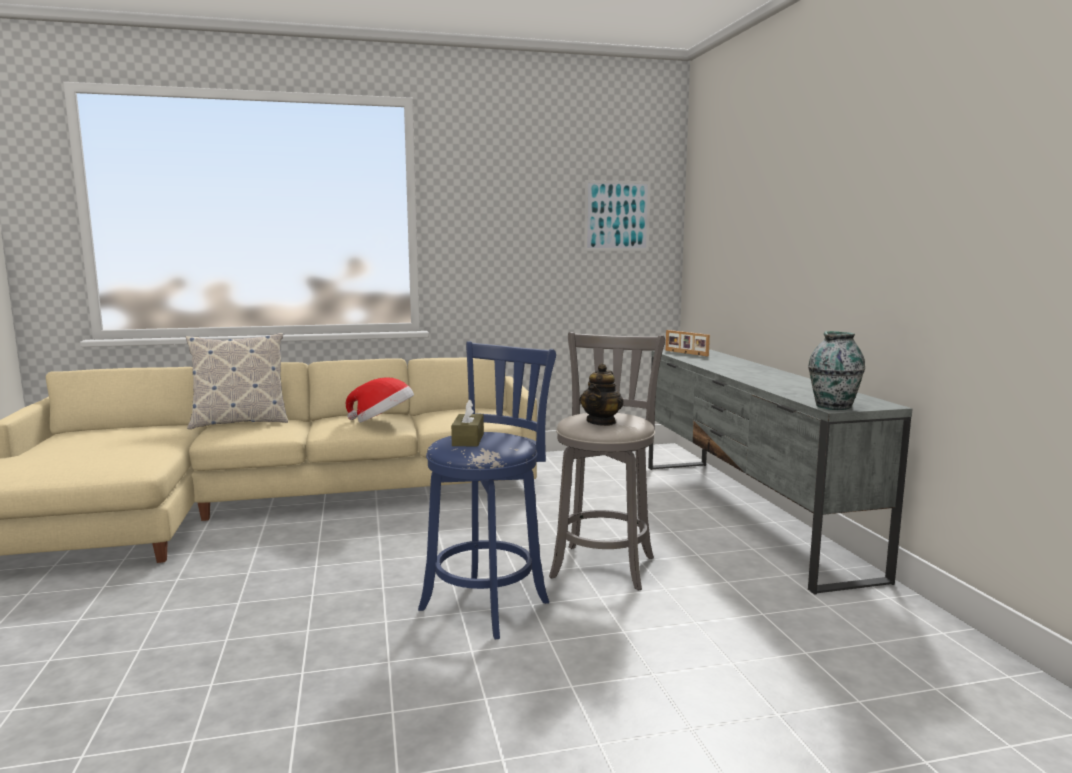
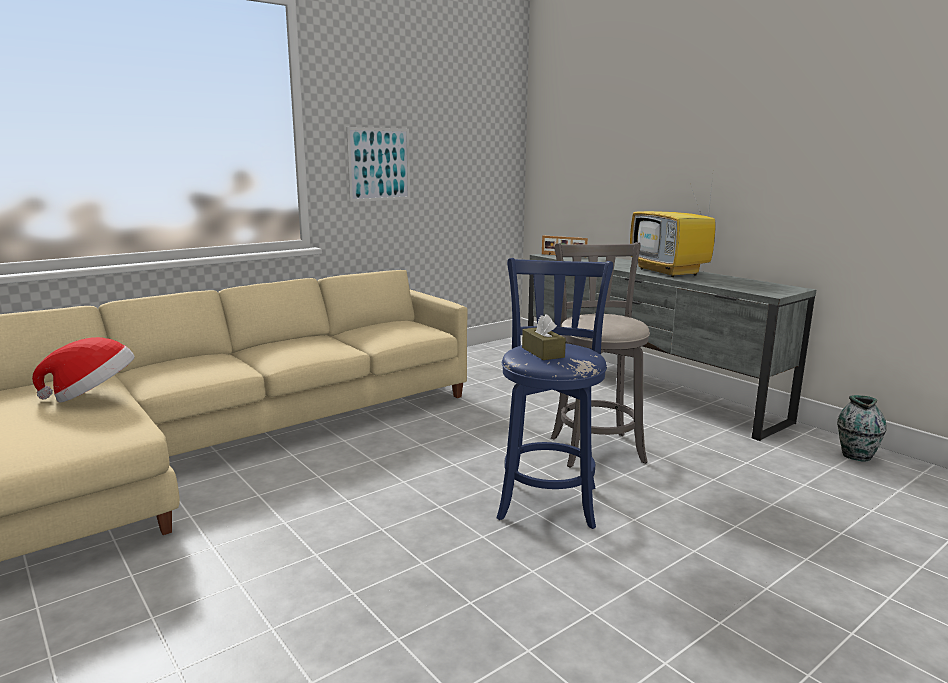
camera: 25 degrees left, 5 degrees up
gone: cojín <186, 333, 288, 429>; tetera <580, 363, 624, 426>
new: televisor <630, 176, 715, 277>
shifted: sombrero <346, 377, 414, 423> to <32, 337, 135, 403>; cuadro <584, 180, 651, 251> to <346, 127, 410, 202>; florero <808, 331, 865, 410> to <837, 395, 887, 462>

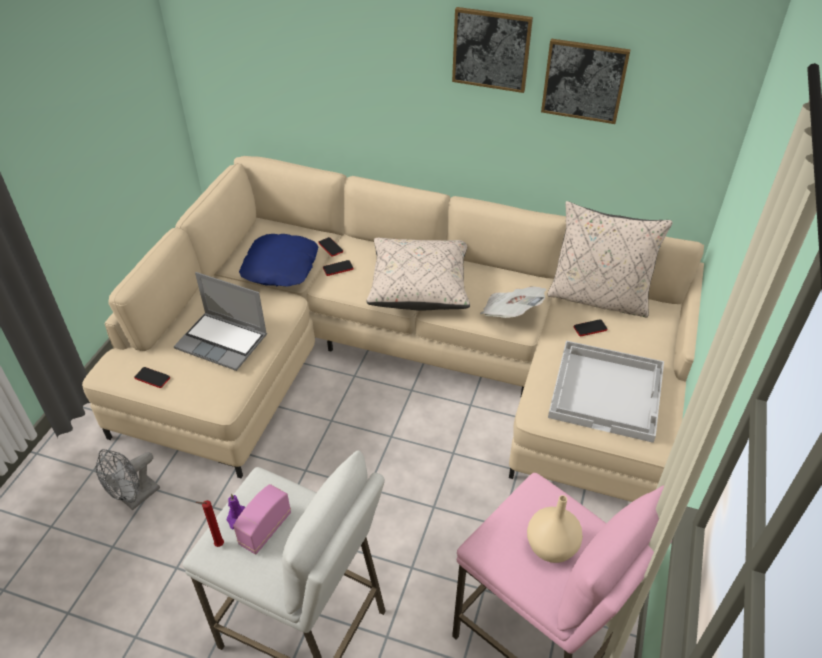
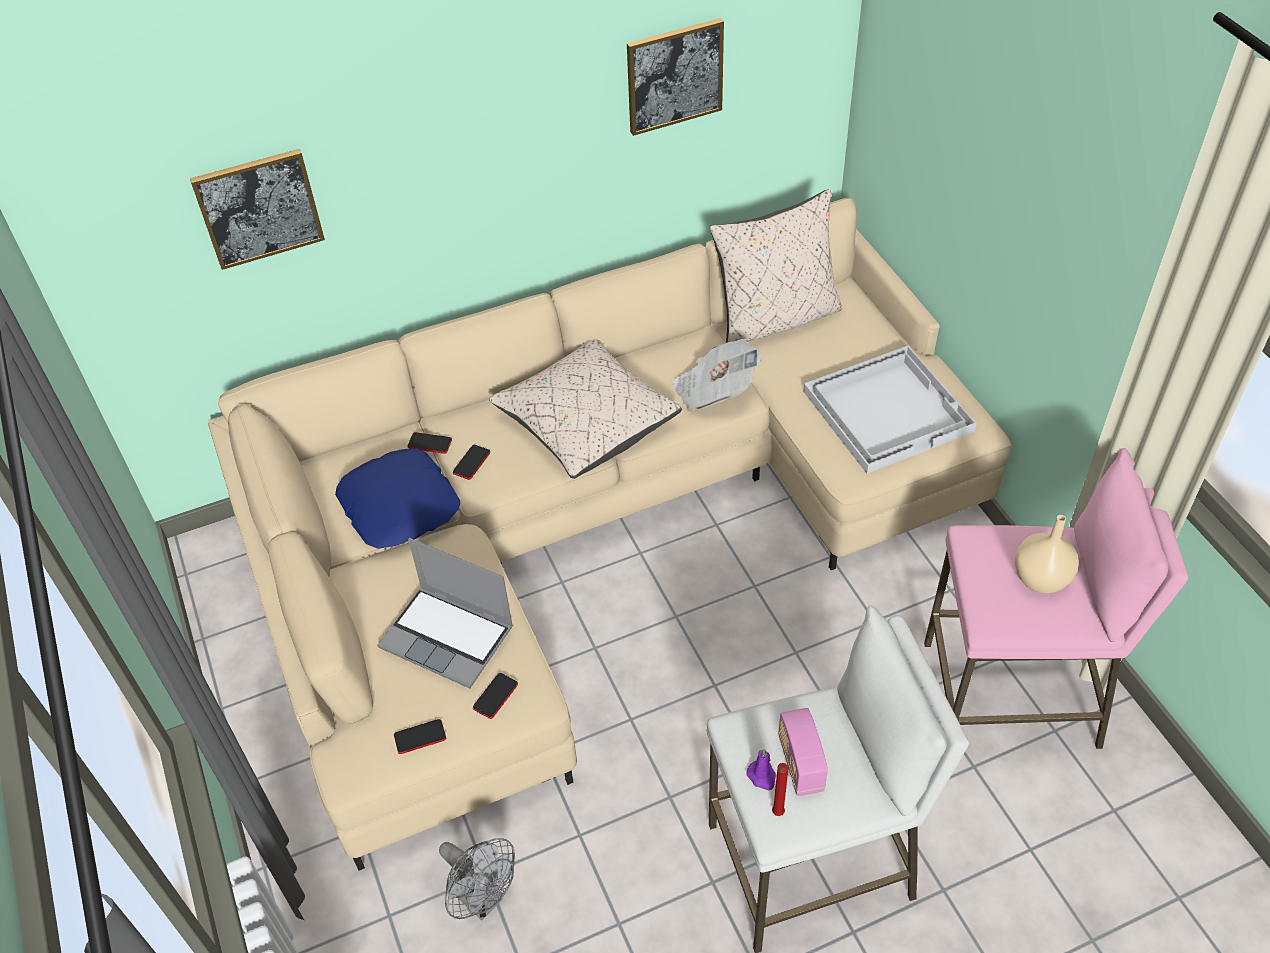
camera: 40 degrees left, 5 degrees up
shifted: cuadro <452, 7, 533, 93> to <190, 149, 325, 270>; móvil <574, 319, 608, 336> to <473, 673, 518, 719>
rotated: ventilador (gris) <96, 449, 160, 510> = <439, 838, 515, 921> 45 degrees counterclockwise; portátil <174, 272, 267, 371> = <377, 538, 513, 689> 45 degrees clockwise

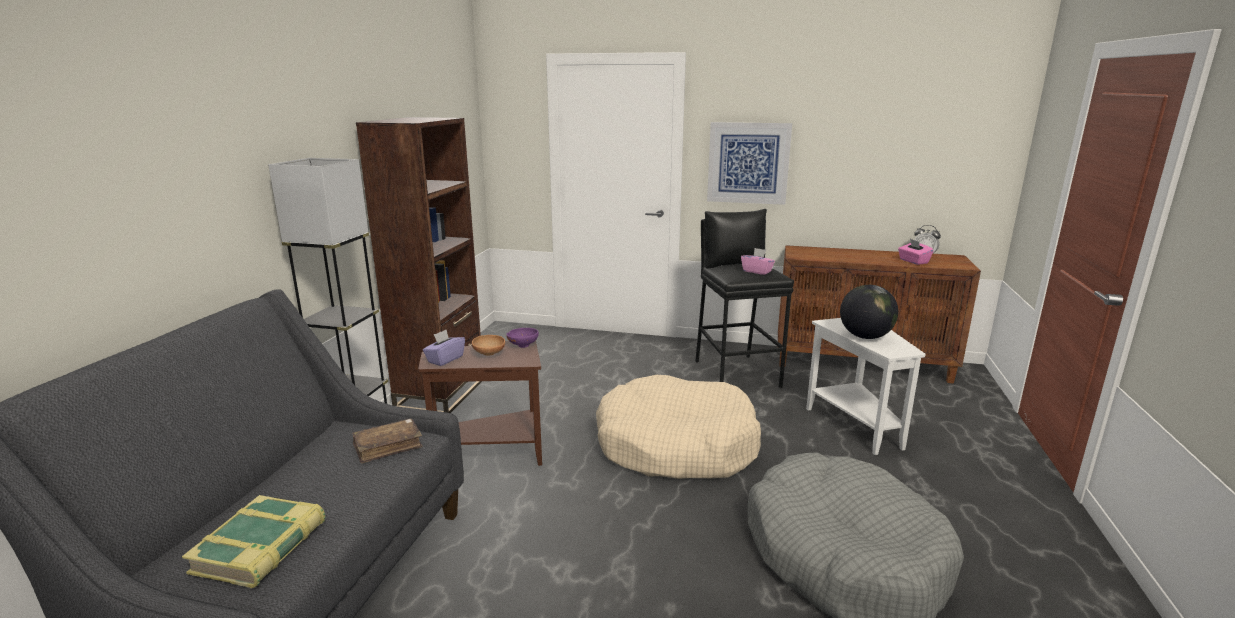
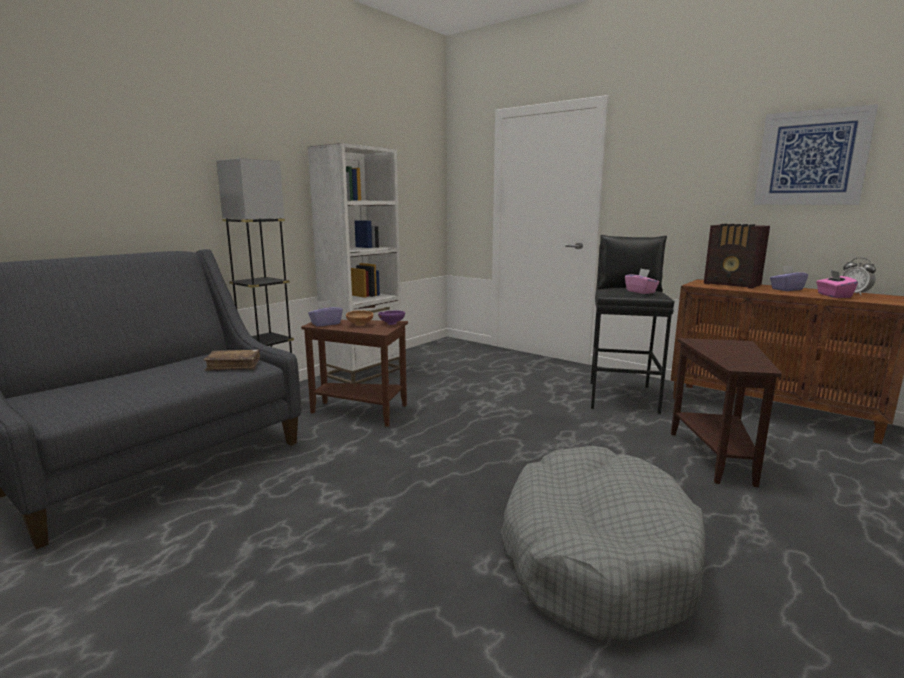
camera: 25 degrees right, 5 degrees down
gone: libro <182, 495, 326, 588>; cama para perro (beis) <596, 375, 761, 479>; globo terráqueo <840, 285, 898, 339>
new: radio <704, 224, 770, 289>; caja de pañuelos (morado) <770, 266, 808, 291>
shifted: cuadro <707, 122, 792, 205> to <754, 104, 878, 205>
repainted: estantería (marrón) <356, 117, 482, 413> to estantería (blanco) <308, 143, 401, 384>; mesa auxiliar (blanco) <806, 318, 925, 455> to mesa auxiliar (marrón) <671, 338, 782, 487>

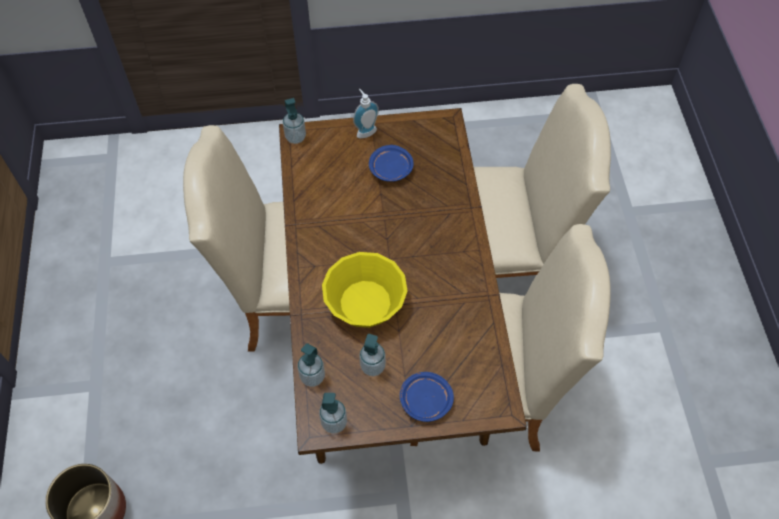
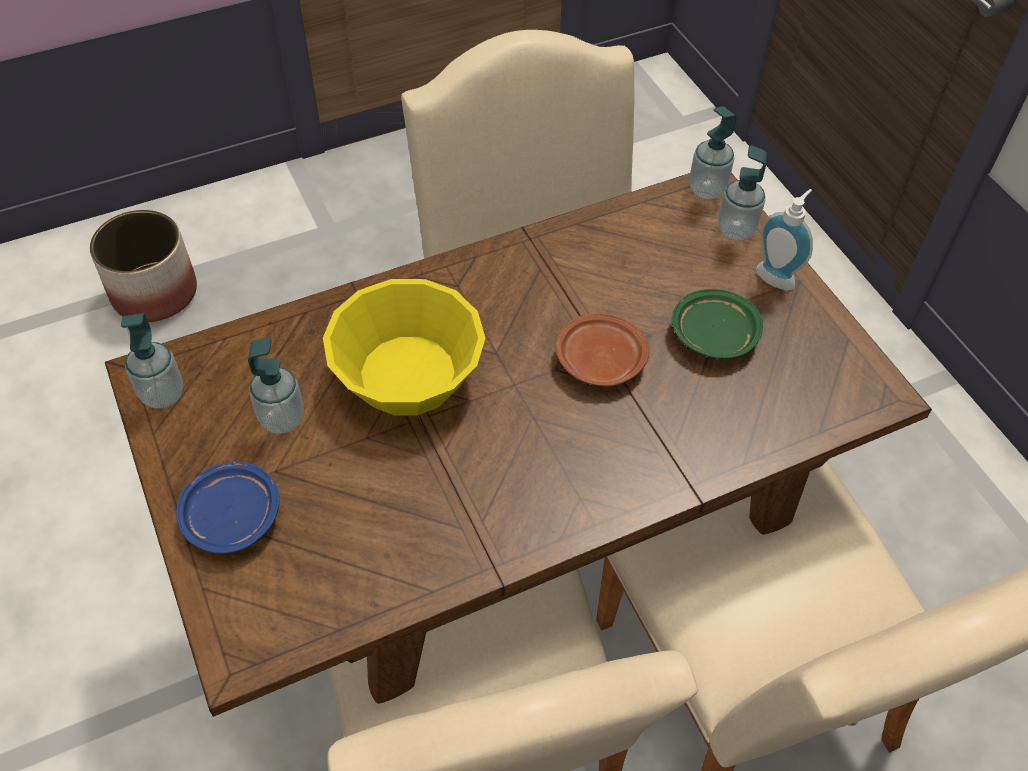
camera: 70 degrees right, 5 degrees down
new: plato (marrón) <556, 313, 649, 387>
shifted: dispensador de jabón <298, 343, 325, 387> to <718, 145, 767, 240>
repainted: plato (azul) <369, 145, 414, 182> to plato (verde) <672, 289, 763, 359>

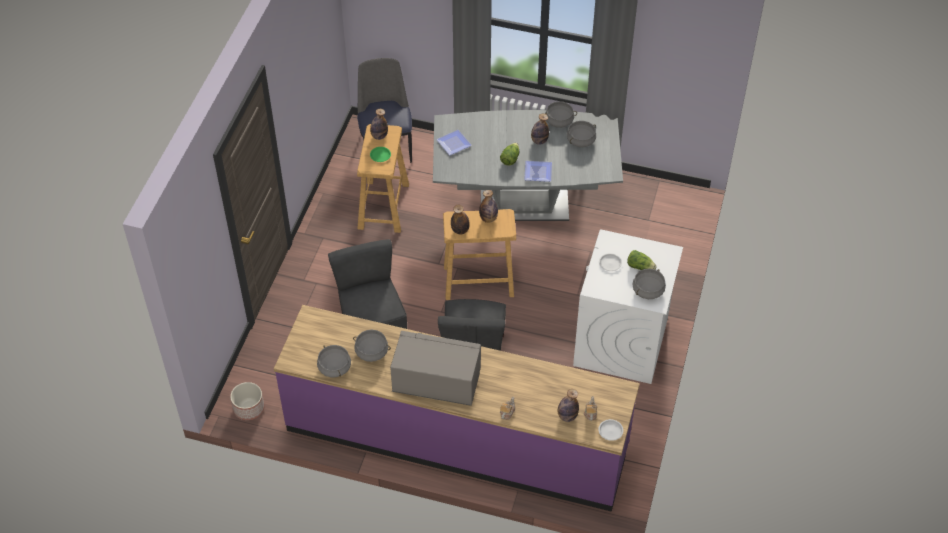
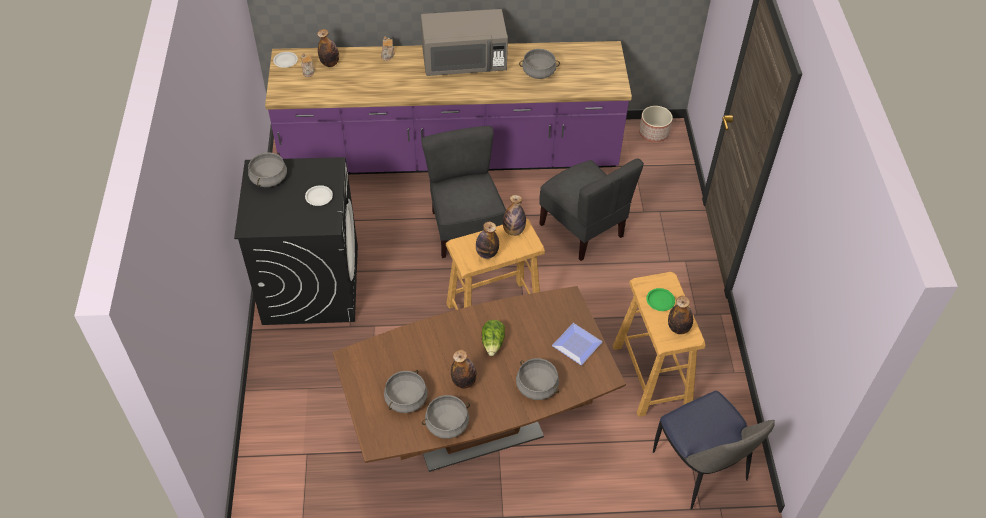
camera: 160 degrees right, 0 degrees up
gone: plato <524, 161, 552, 182>; lechuga <627, 250, 656, 270>
shifted: olla (gris) <317, 345, 351, 377> to <516, 358, 559, 400>
repainted: mesa de comedor (gris) <433, 110, 623, 221> to mesa de comedor (marrón) <333, 286, 626, 472>; lavadora (blanco) <573, 229, 683, 384> to lavadora (negro) <234, 157, 358, 325>

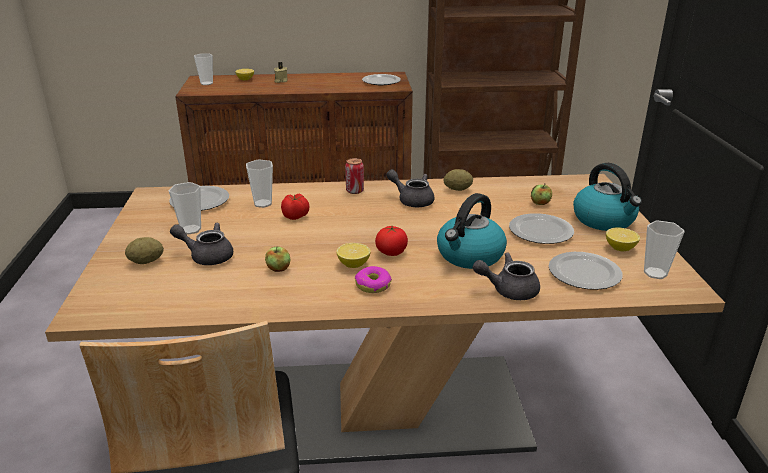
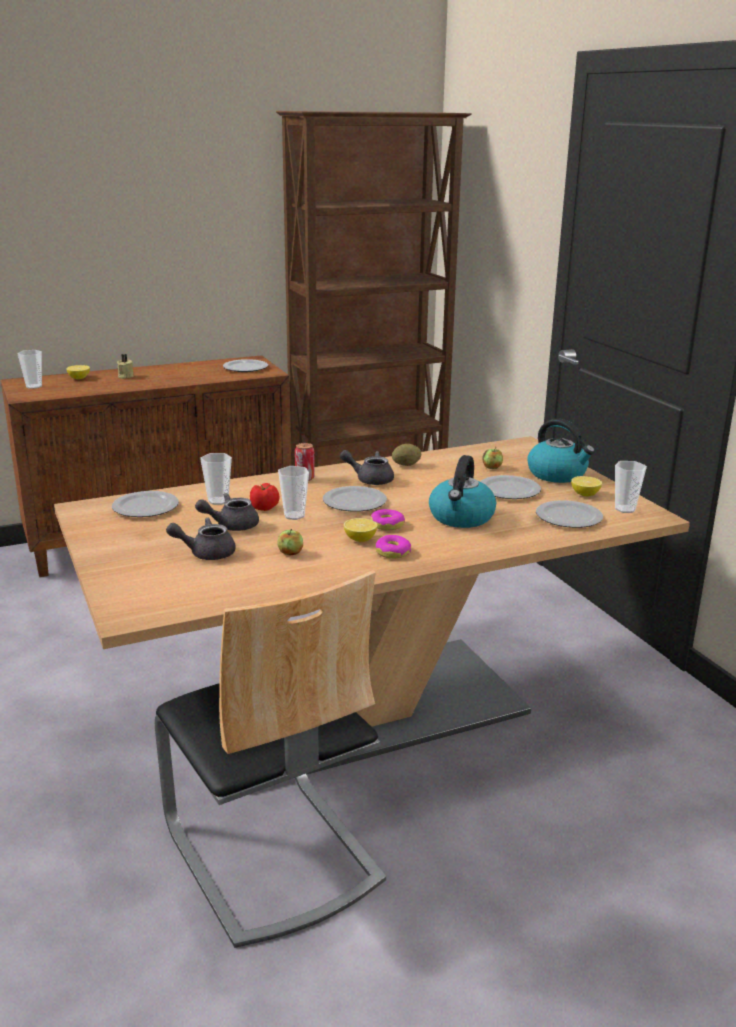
camera: 20 degrees left, 5 degrees down
gone: patata <125, 237, 164, 264>
new: plato <323, 486, 387, 512>
shifted: taza <169, 182, 201, 235> to <278, 466, 309, 520>; tetera (gris) <473, 252, 540, 300> to <195, 493, 259, 531>
swapped: tomate <375, 226, 408, 256> to rosquilla <371, 509, 405, 530>

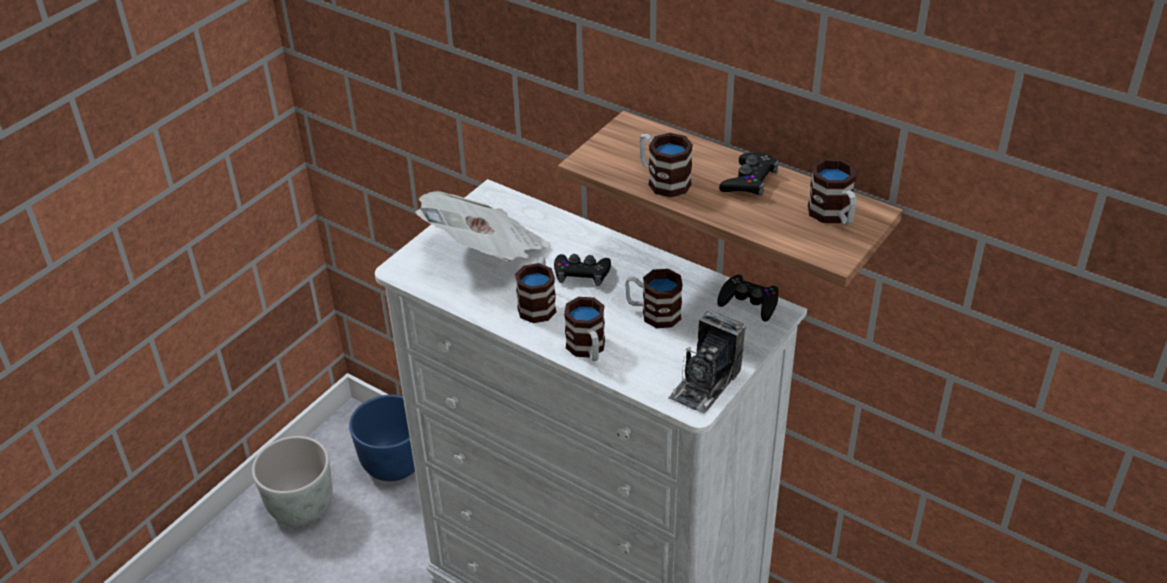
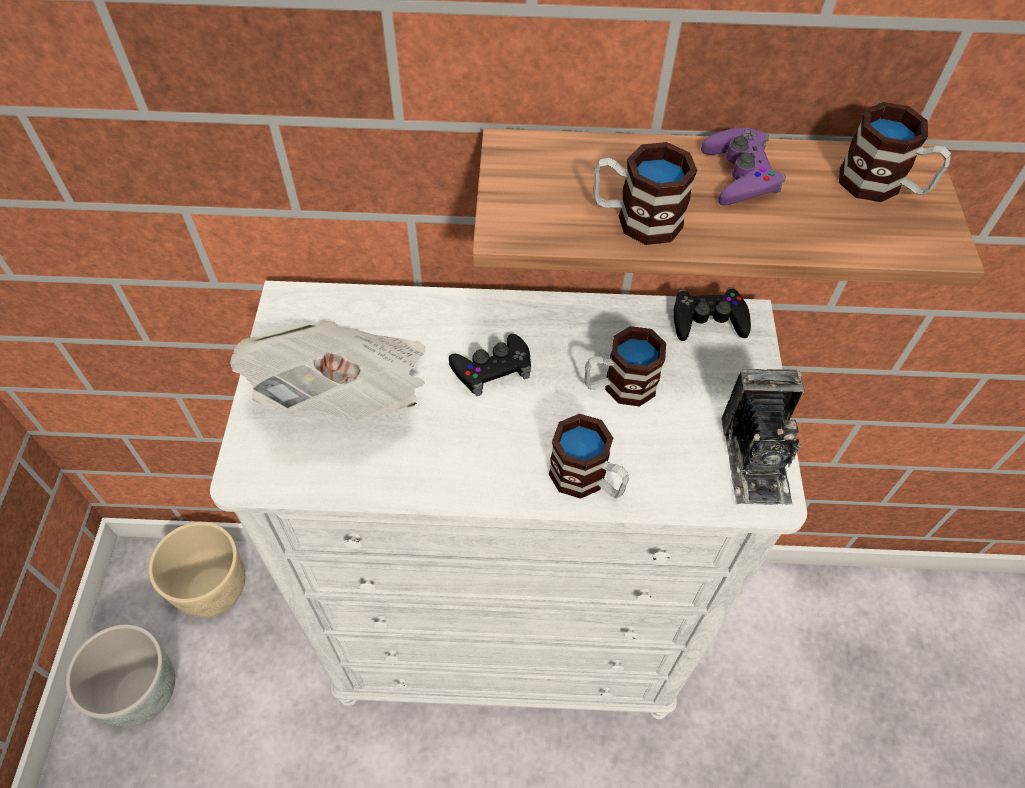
camera: 35 degrees left, 15 degrees up
gone: taza grande <515, 257, 556, 323>
repainted: maceta (azul) <349, 395, 415, 481> to maceta (beis) <149, 522, 245, 618>; mando de consola (negro) <719, 152, 779, 196> to mando de consola (morado) <701, 128, 786, 205>

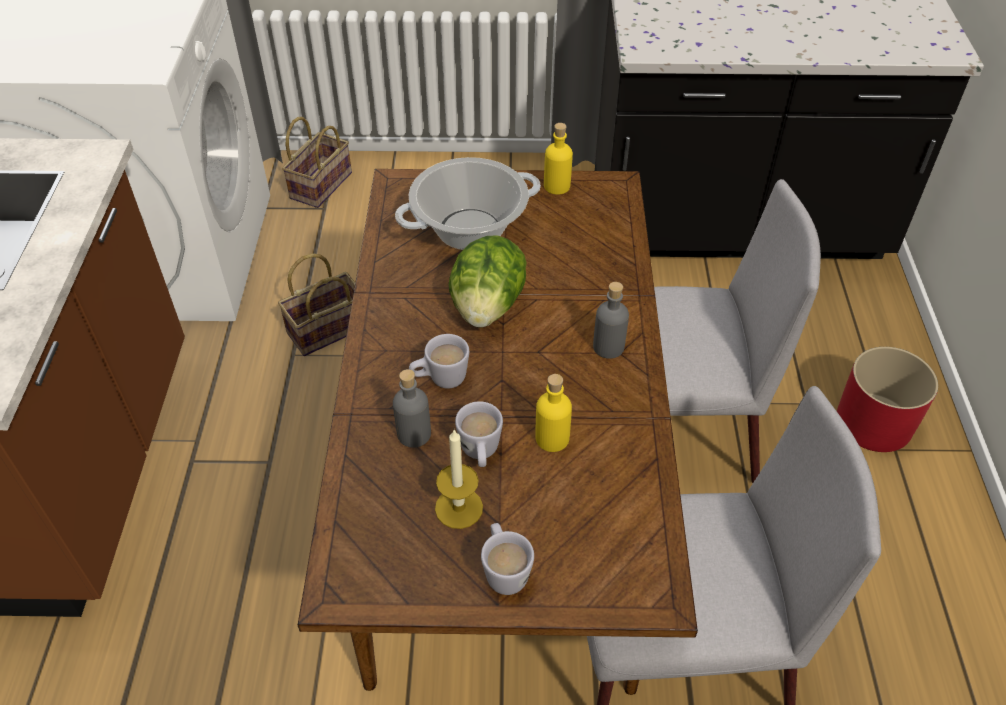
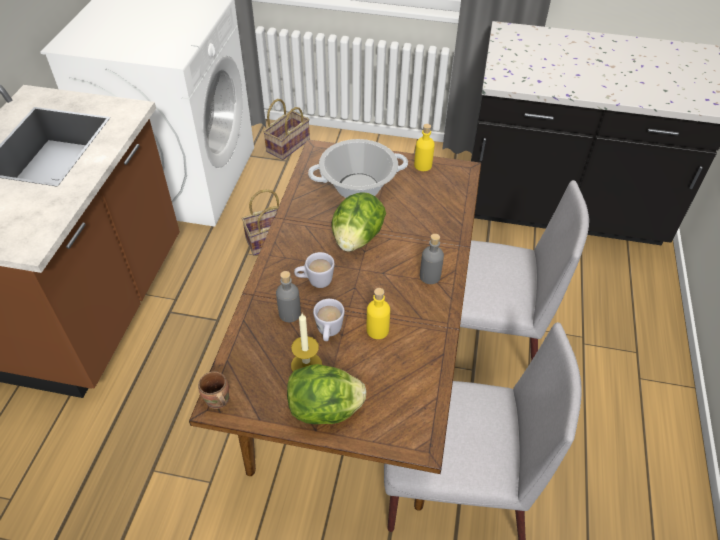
camera: 10 degrees right, 0 degrees up
gone: maceta (rojo) <837, 347, 938, 452>
new: taza grande (marrón) <198, 371, 229, 409>
swapped: taza grande (blanco) <481, 523, 534, 595> to lechuga <287, 364, 366, 424>

